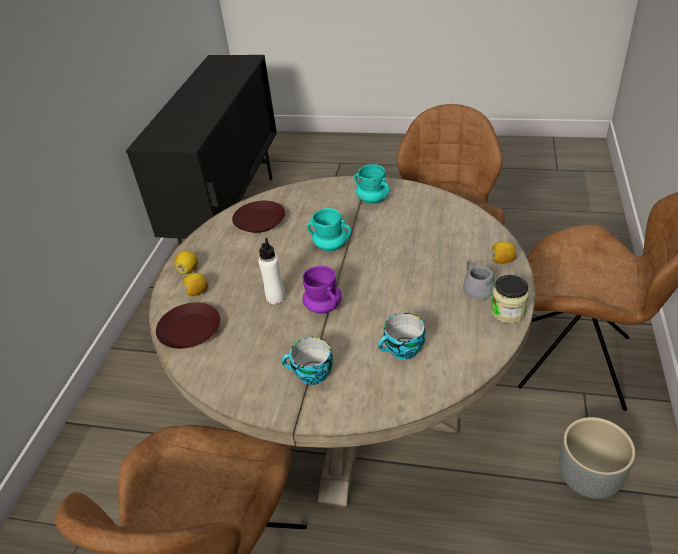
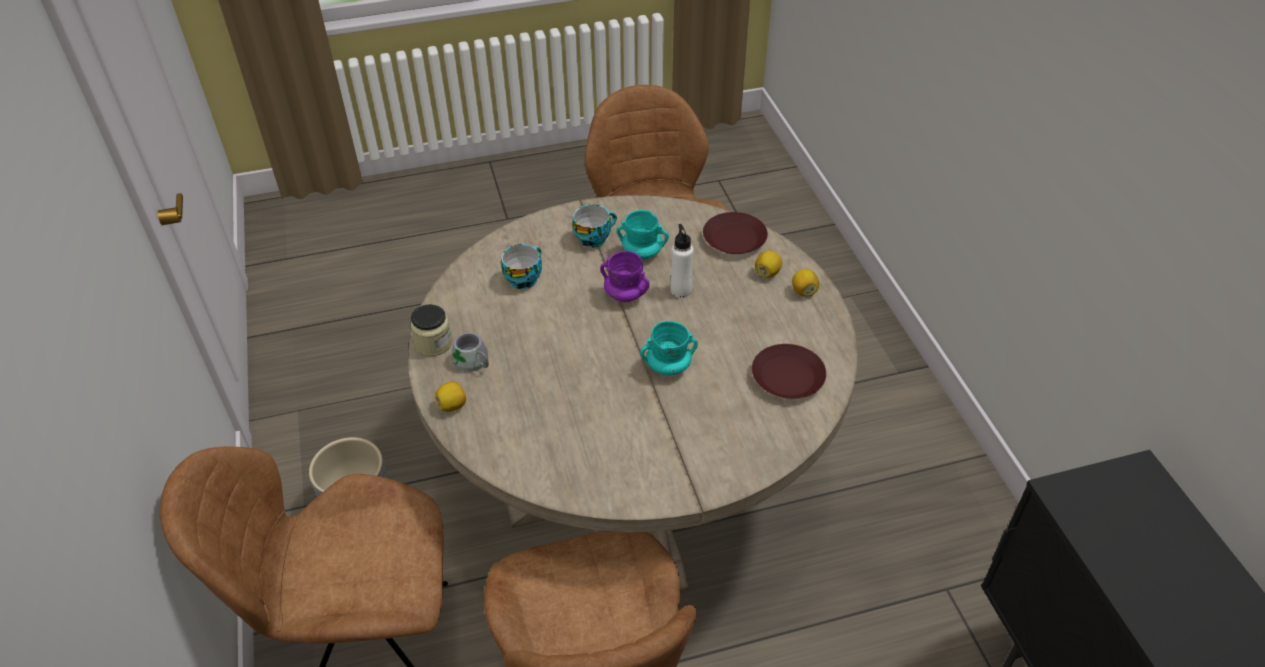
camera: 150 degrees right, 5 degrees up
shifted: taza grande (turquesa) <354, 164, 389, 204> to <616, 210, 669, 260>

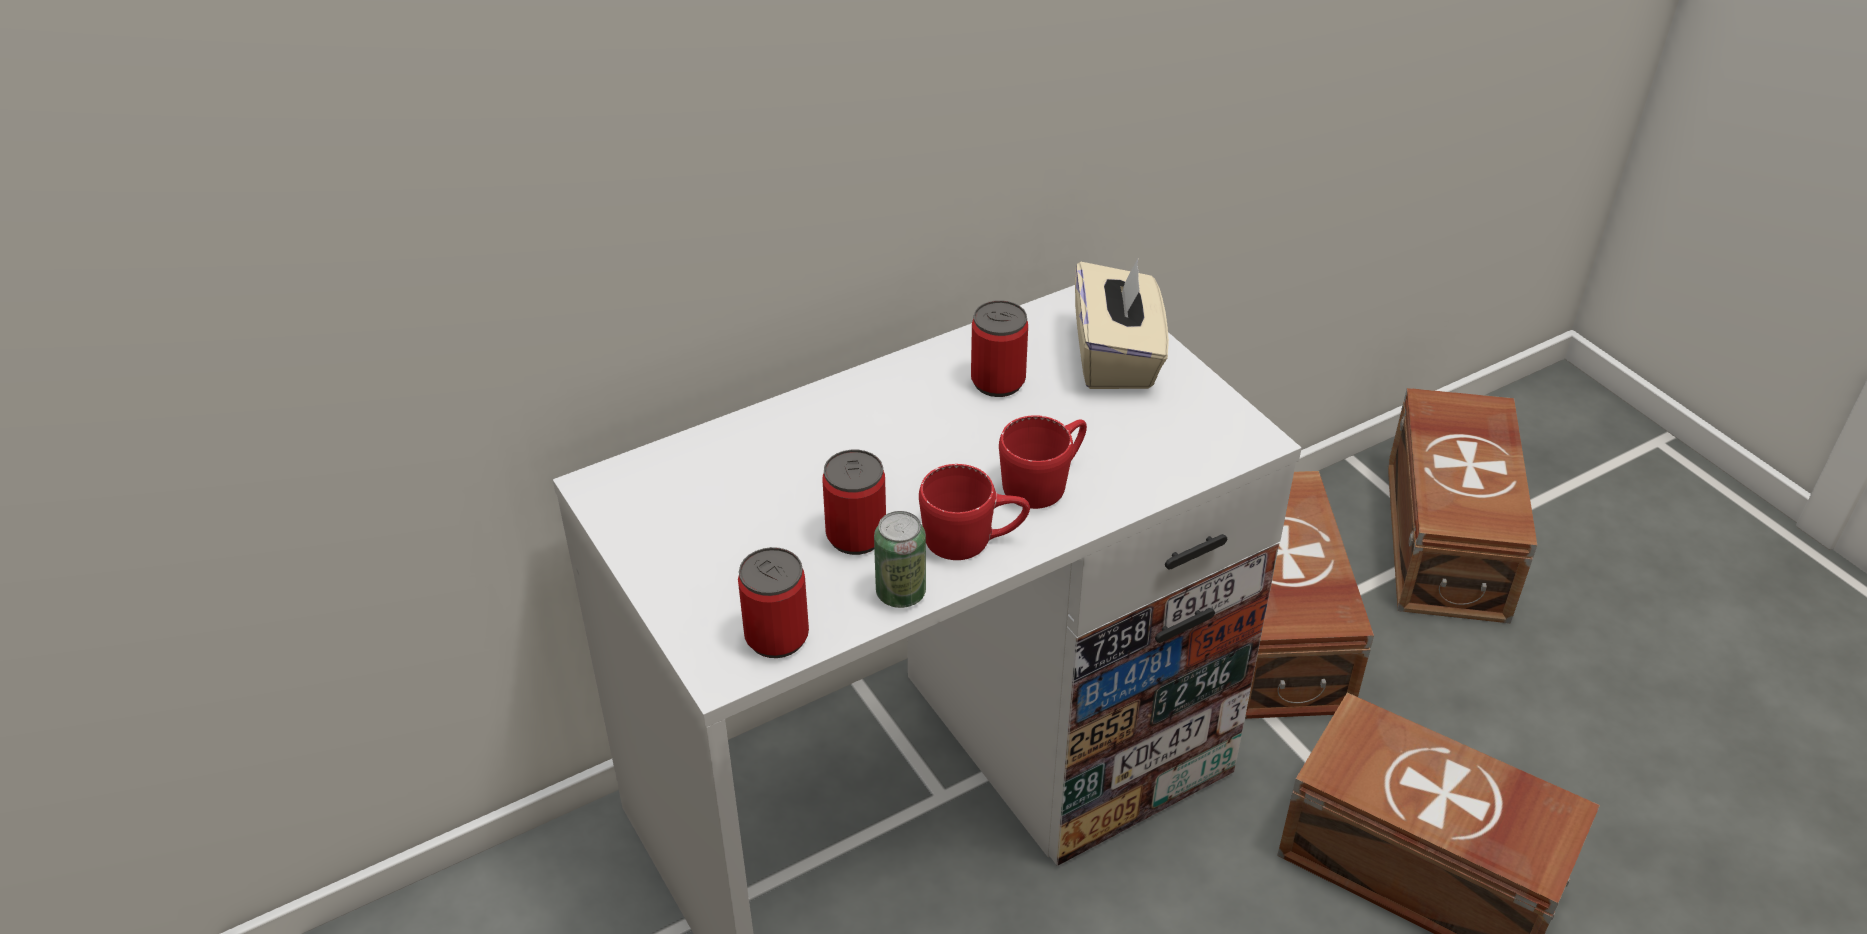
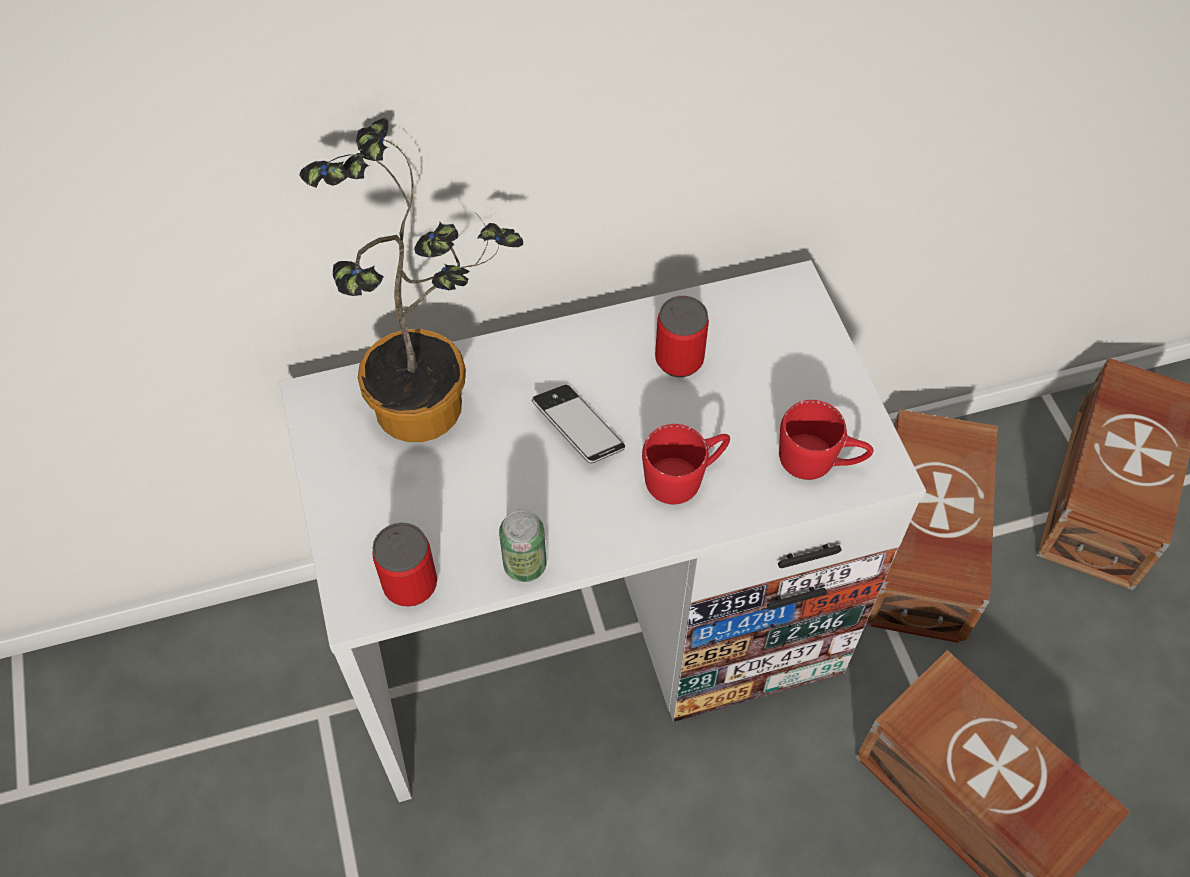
camera: 15 degrees right, 15 degrees up
gone: lata <822, 450, 886, 555>; caja de pañuelos (beis) <1075, 257, 1169, 389>
new: planta en maceta <299, 118, 523, 442>; móvil <532, 385, 625, 464>
shifted: taza grande (rojo) <919, 464, 1030, 560> to <779, 400, 873, 480>

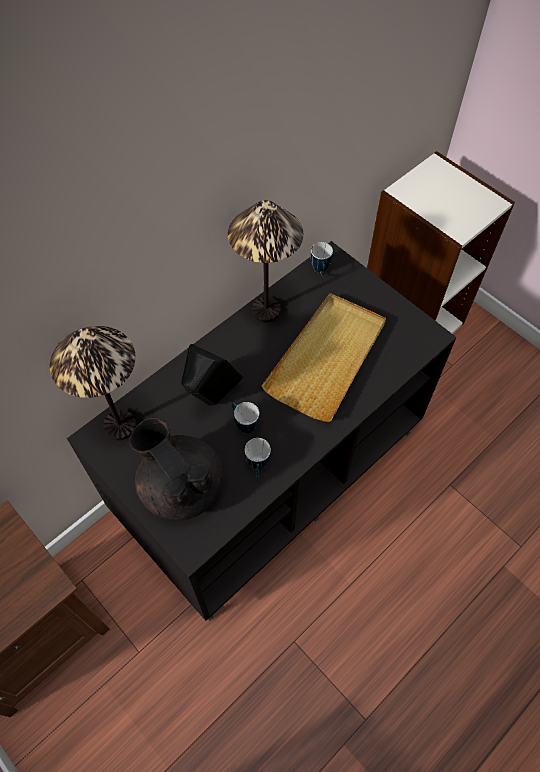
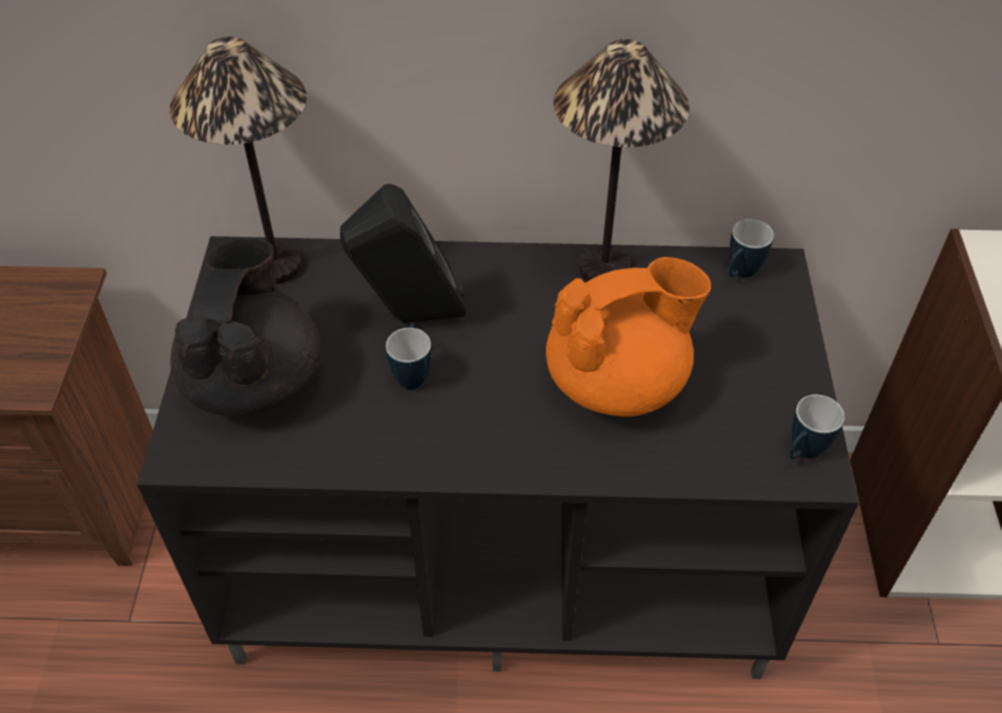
camera: 45 degrees right, 10 degrees down
shifted: taza grande <245, 438, 271, 478> to <789, 395, 845, 459>
swapped: bandeja (beis) <261, 293, 386, 422> to tetera (naranja) <546, 257, 711, 417>

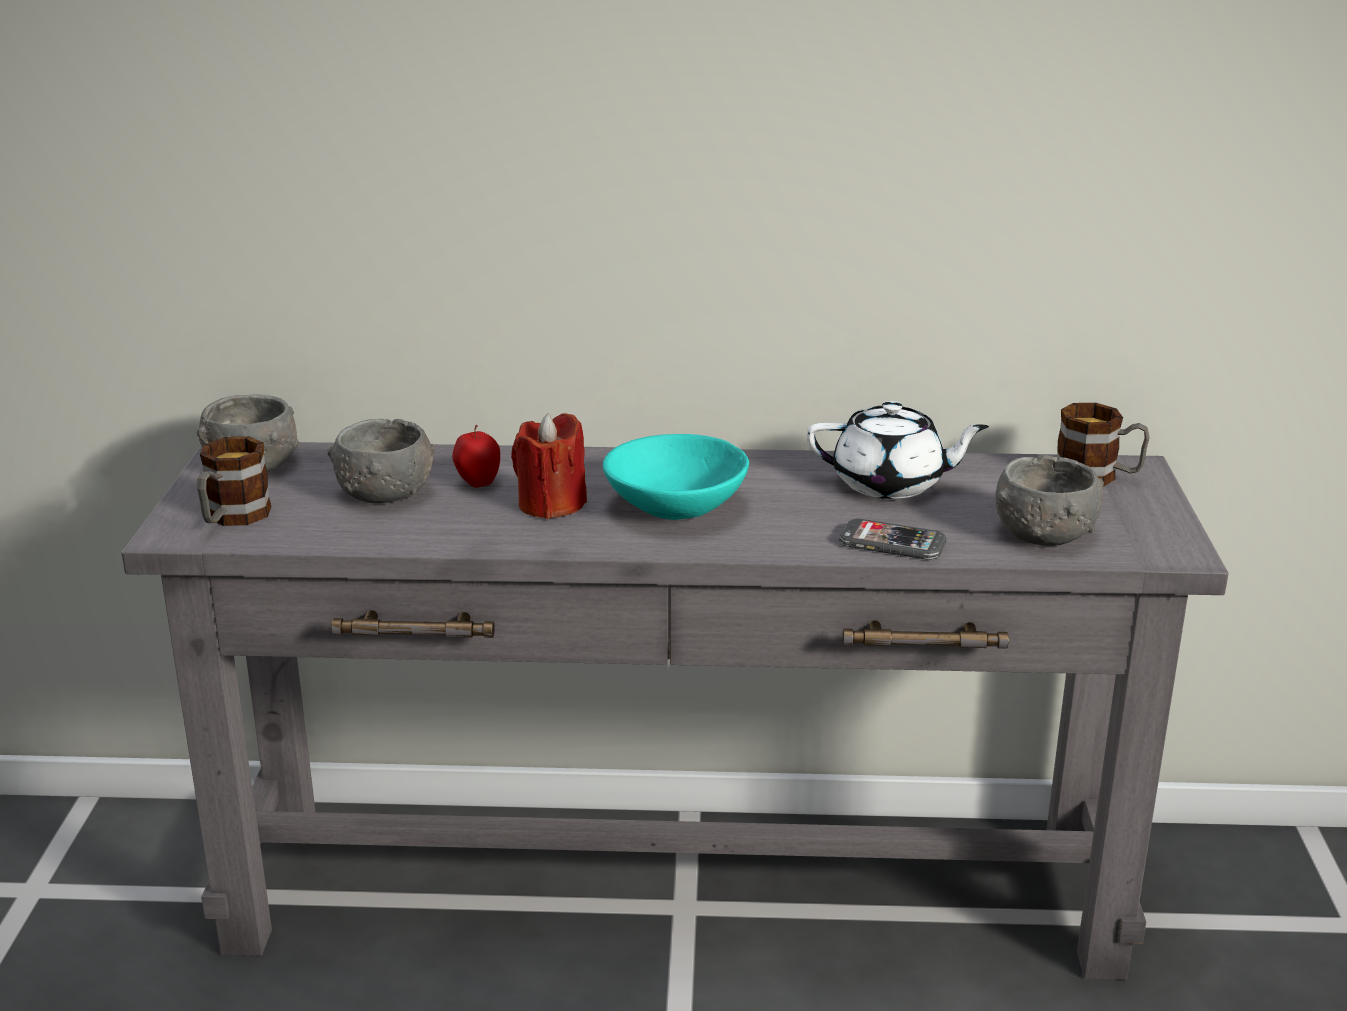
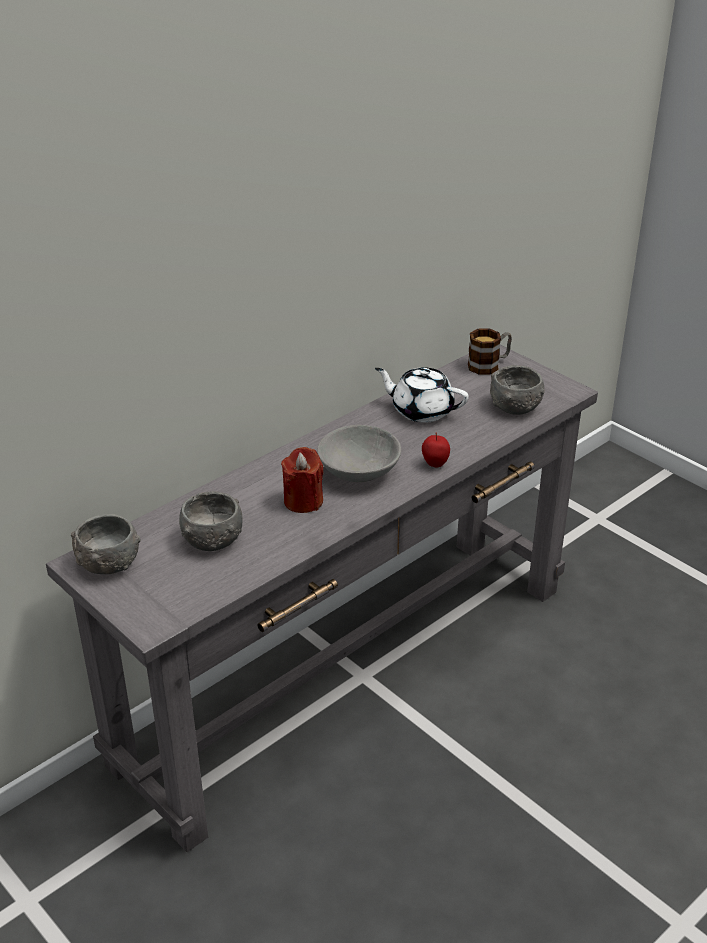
camera: 45 degrees left, 10 degrees up
gone: taza grande <197, 436, 271, 526>; móvil <839, 518, 947, 560>
shifted: manzana <453, 425, 500, 488> to <422, 433, 450, 467>
repainted: cuenco (turquesa) <603, 434, 749, 520> to cuenco (gris) <317, 425, 401, 482>
rotated: tetera (blanco) <807, 401, 989, 499> = <375, 367, 469, 423> 120 degrees counterclockwise

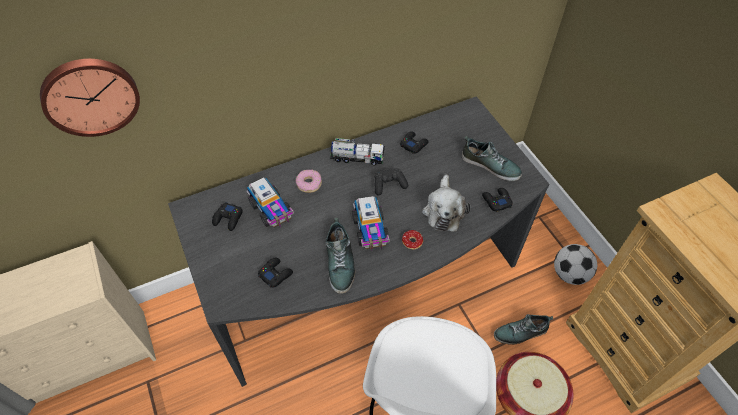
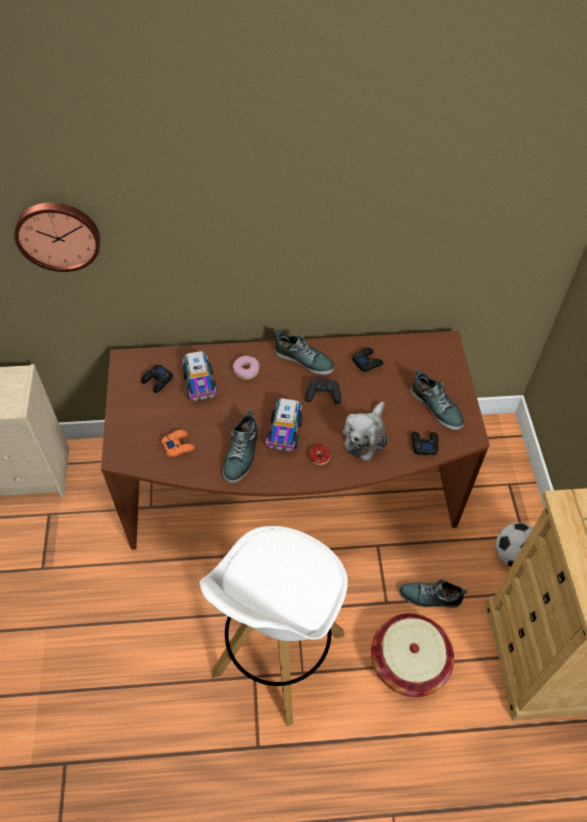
camera: 20 degrees right, 0 degrees up
swapped: camión de juguete <330, 138, 385, 166> to zapato <274, 330, 334, 375>
repainted: escritorio (gris) <168, 96, 549, 387> to escritorio (marrón) <101, 331, 490, 550>; mando de consola (negro) <258, 258, 293, 288> to mando de consola (naranja) <161, 430, 195, 457>

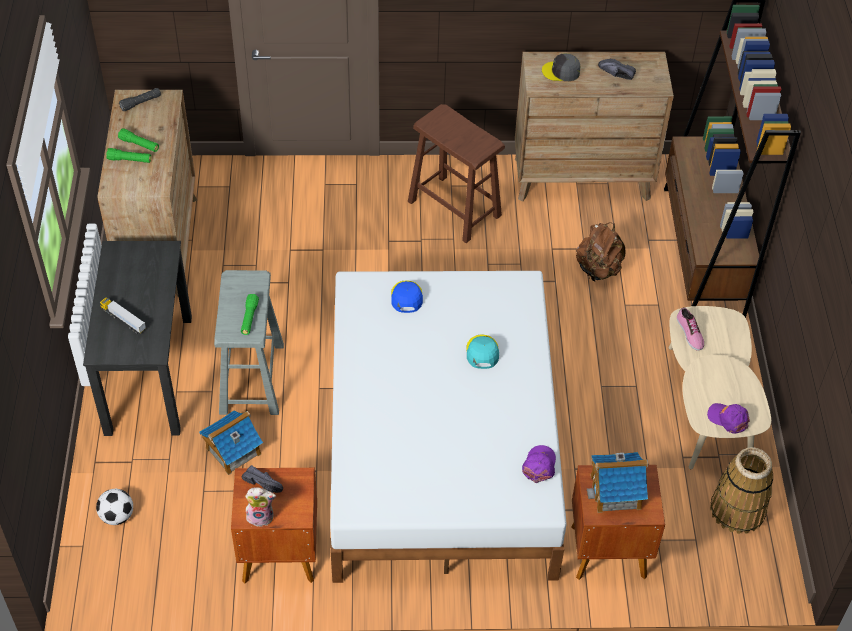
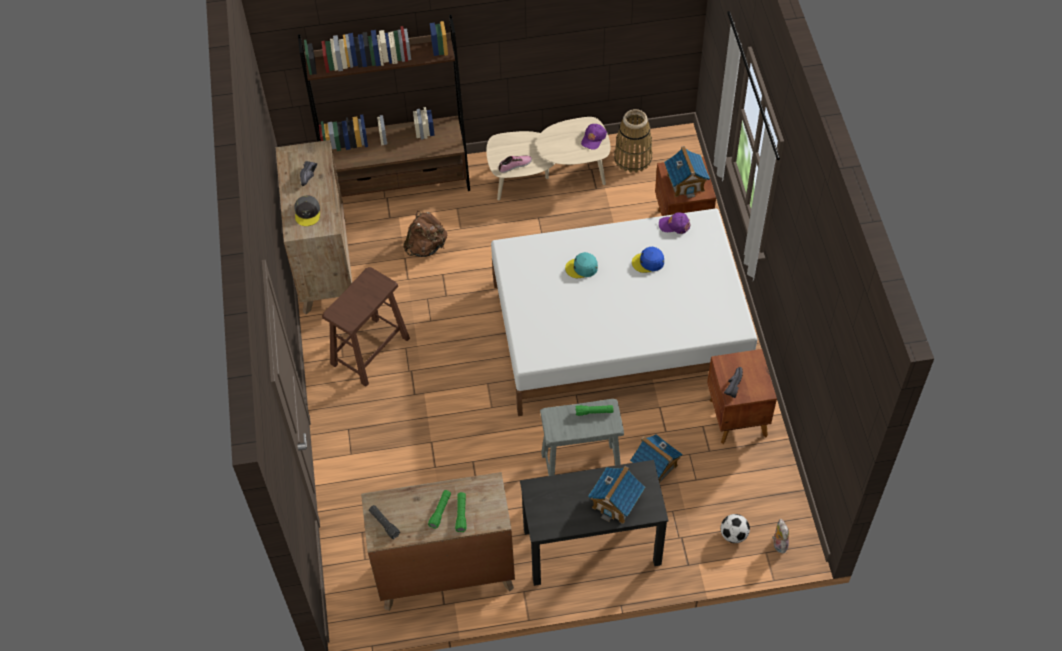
camera: 95 degrees left, 5 degrees up
shifted: peluche <245, 487, 276, 526> to <772, 519, 789, 553>; gorra (azul) <391, 280, 423, 313> to <632, 247, 664, 273>
swapped: camión de juguete <100, 298, 146, 334> to casita <588, 466, 645, 524>

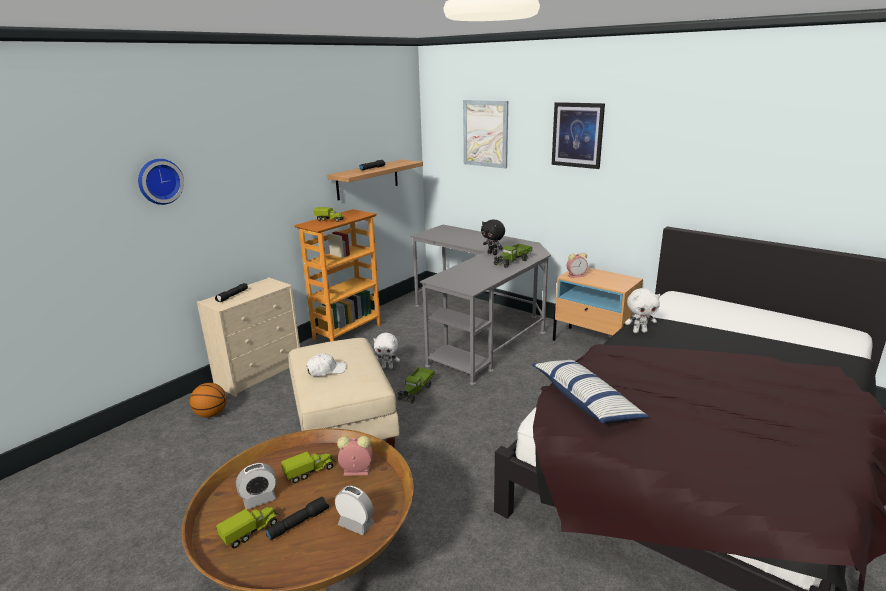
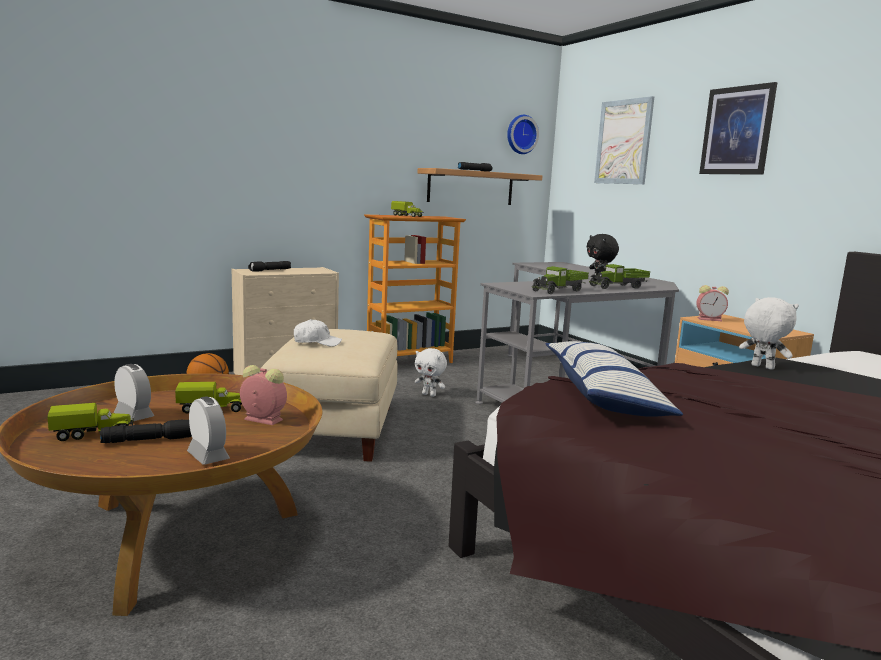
camera: 20 degrees right, 10 degrees down
shifted: reloj de pared <138, 159, 184, 205> to <507, 115, 539, 154>; camión de juguete <397, 367, 435, 404> to <532, 266, 589, 294>
rotated: despertador <236, 463, 277, 509> = <114, 364, 154, 421> 135 degrees counterclockwise; peluche (blanco) <625, 288, 661, 333> = <739, 297, 799, 370> 150 degrees counterclockwise

